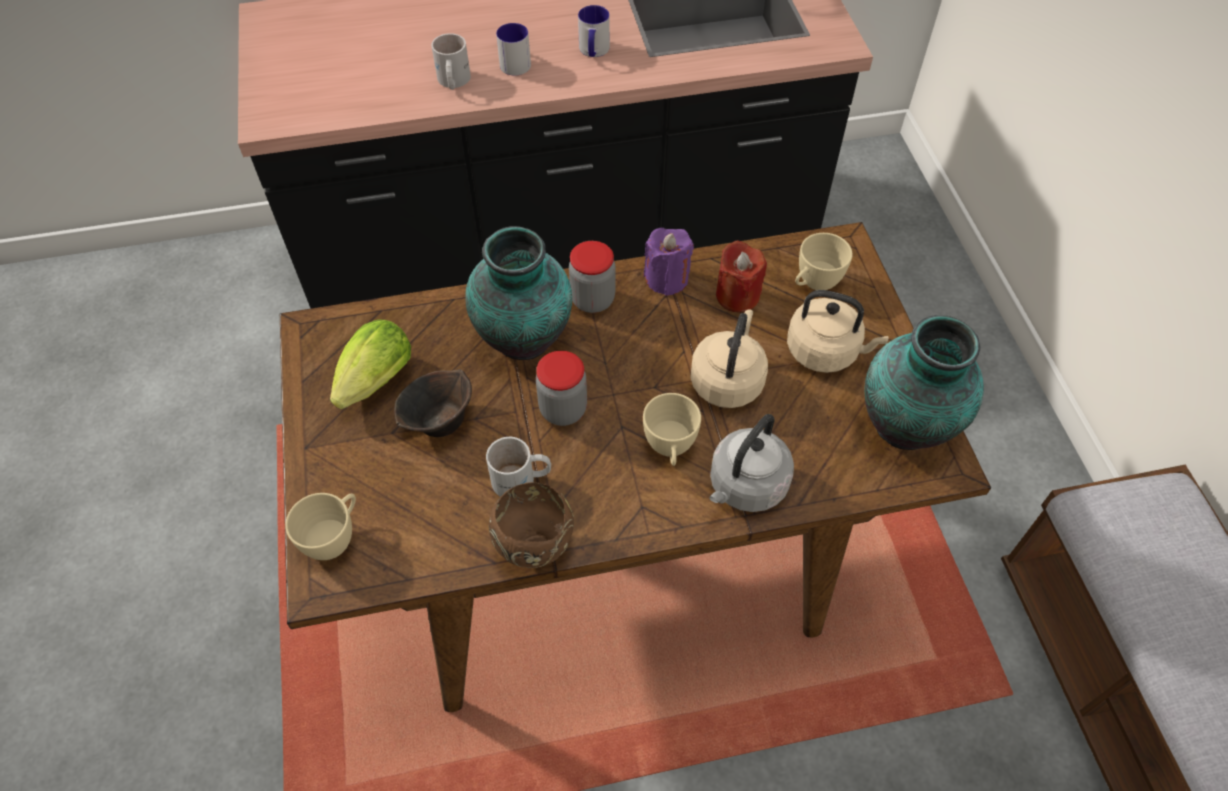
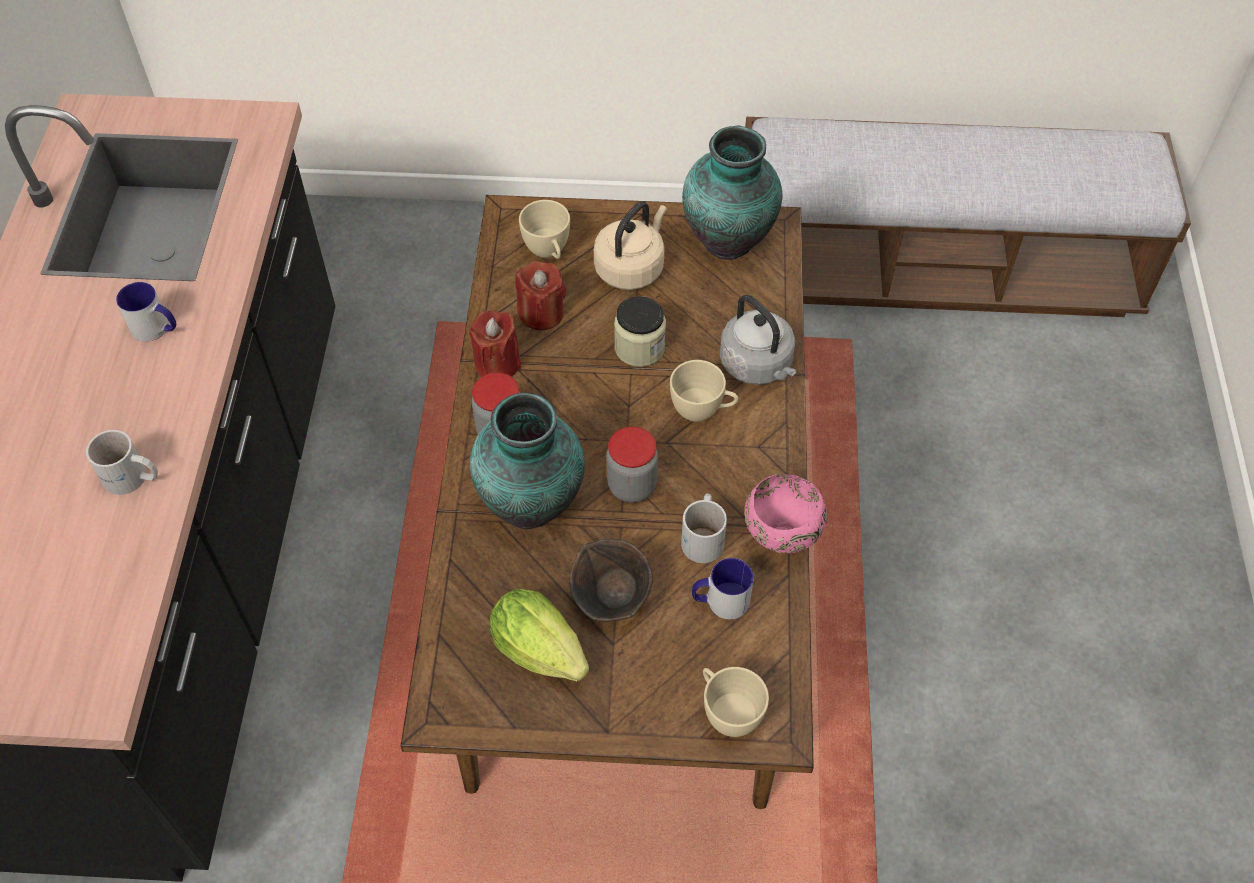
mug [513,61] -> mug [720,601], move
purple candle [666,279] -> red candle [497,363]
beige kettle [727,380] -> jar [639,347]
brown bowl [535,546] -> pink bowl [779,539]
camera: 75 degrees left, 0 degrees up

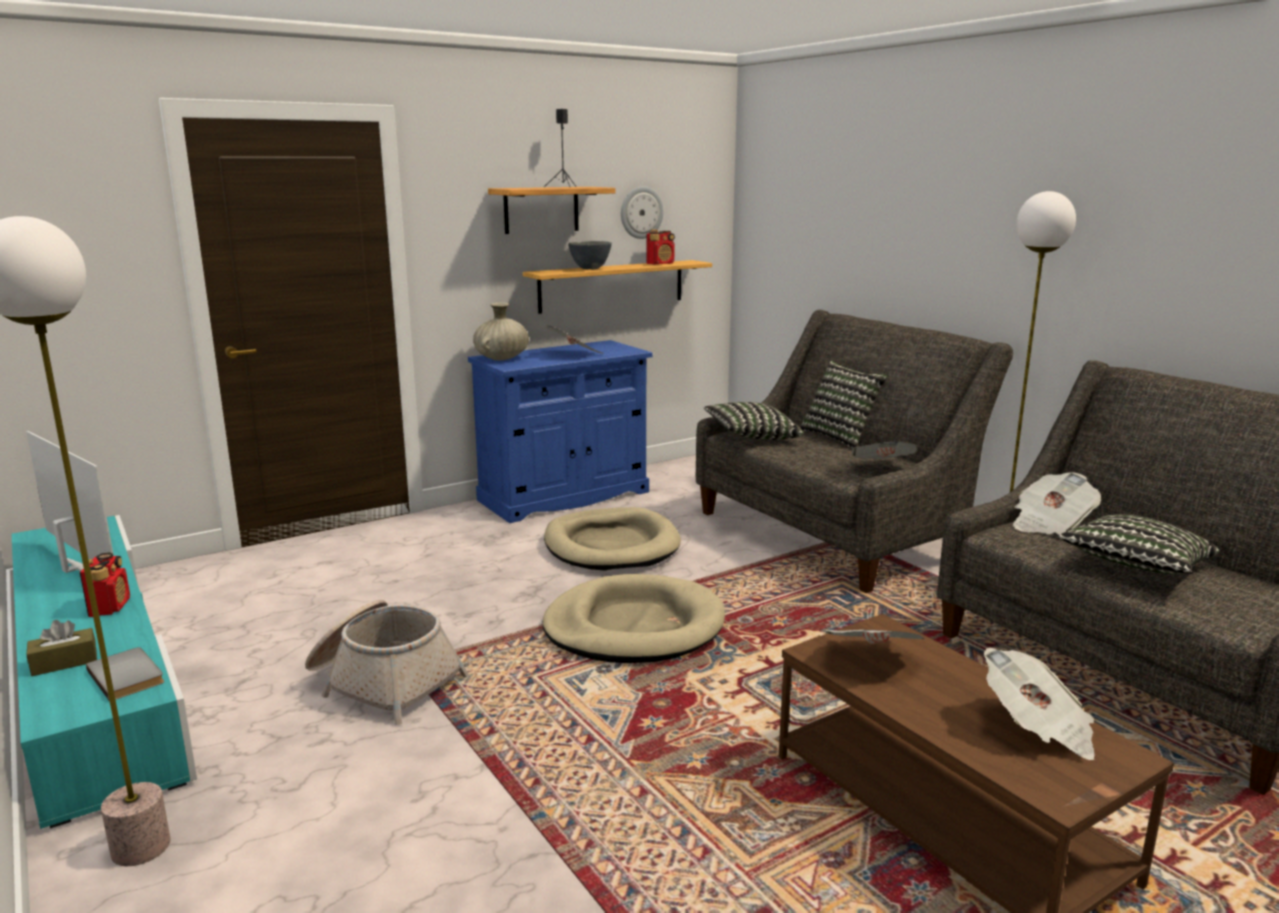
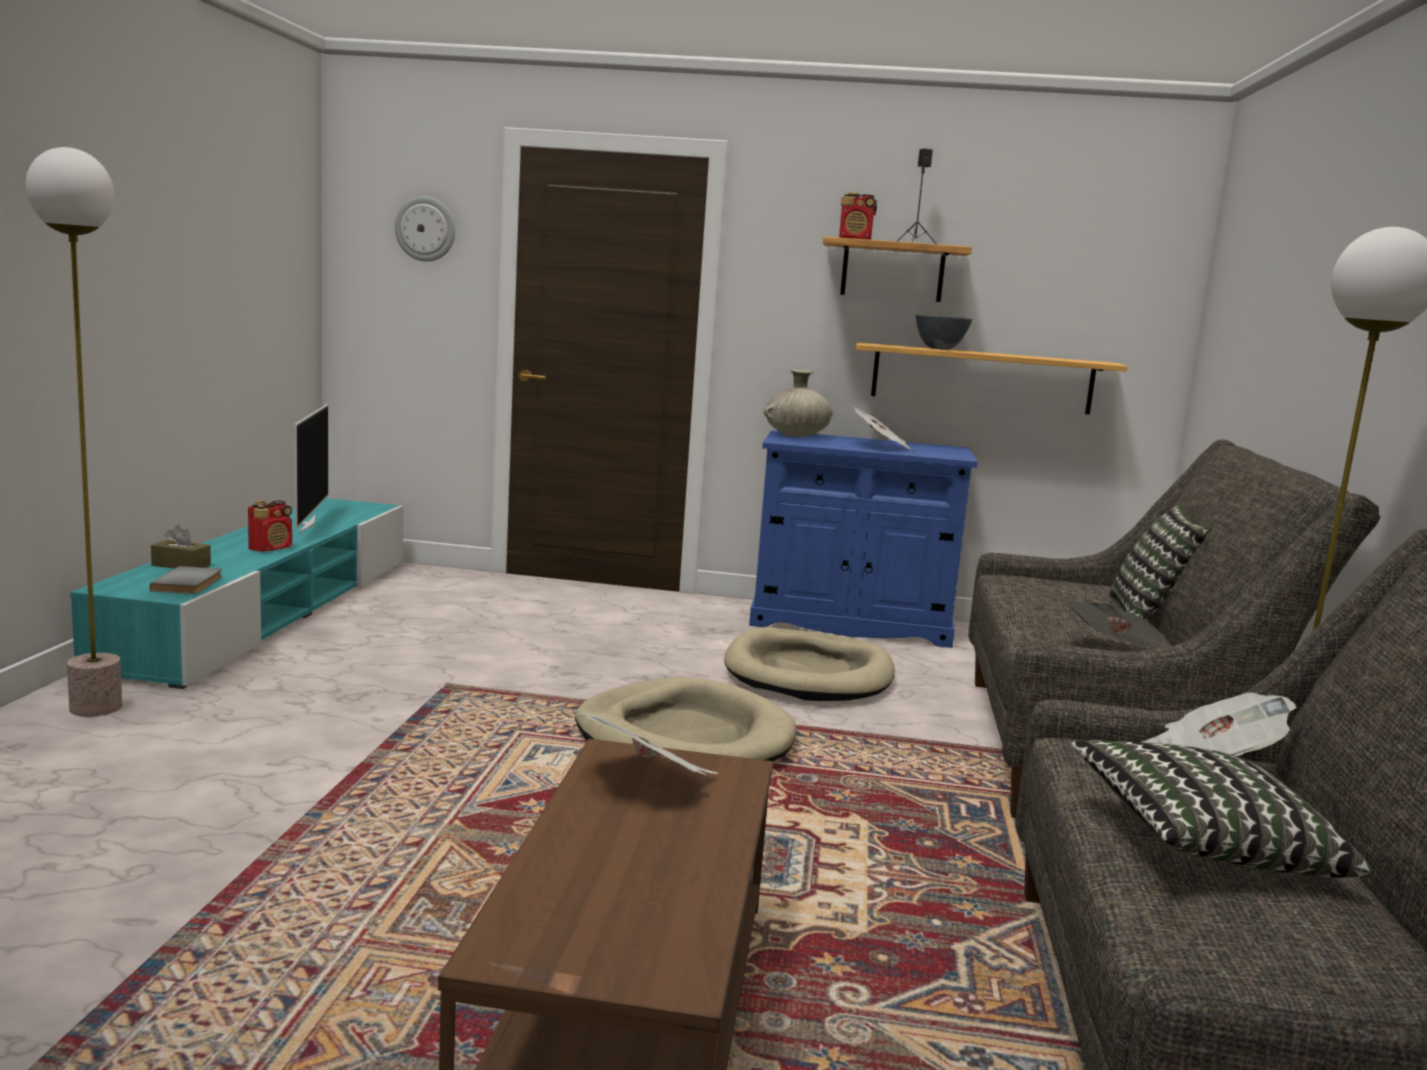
wall clock [641,212] -> wall clock [425,229], move
radio [661,263] -> radio [855,239], move
pillow [751,437] -> none
basket [383,681] -> none
newspaper [1037,729] -> none
camera: 40 degrees right, 5 degrees down

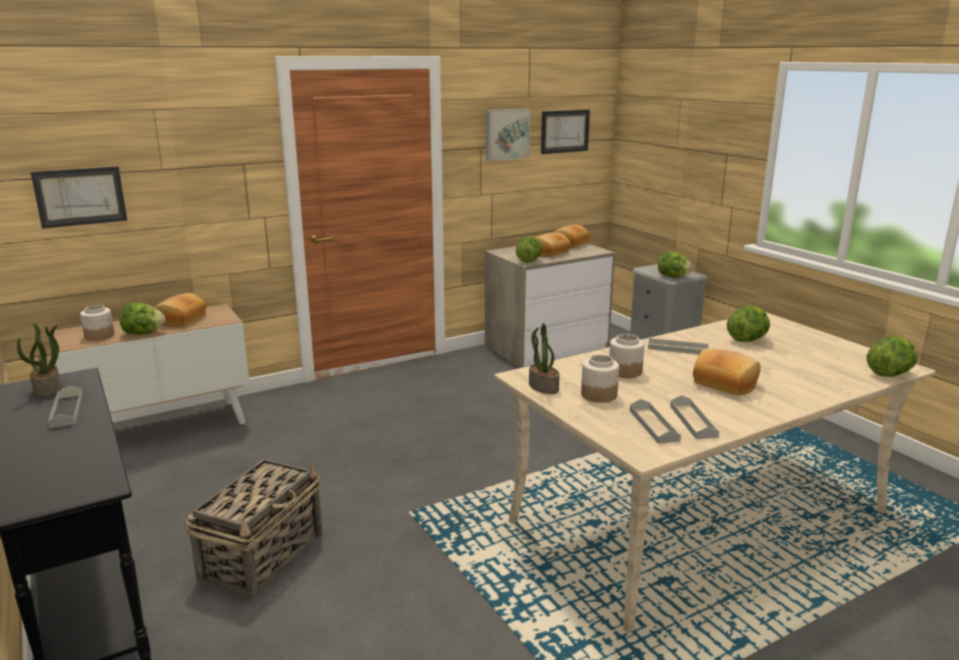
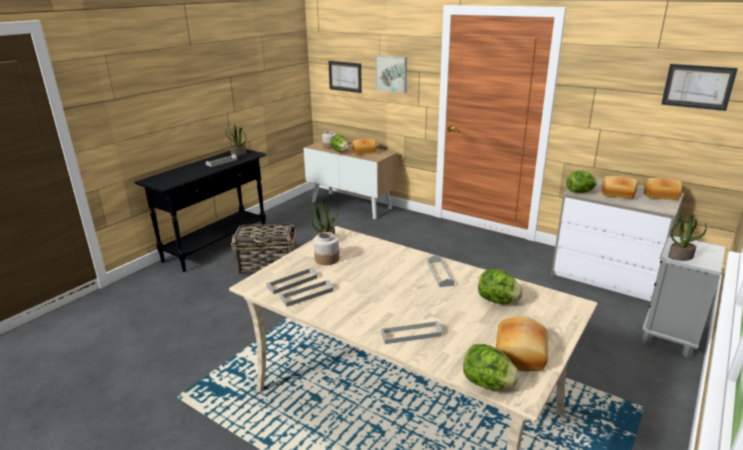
picture [506,134] -> picture [392,73], move
lettuce [673,277] -> potted plant [680,256]
jar [625,371] -> none
bread [725,383] -> bread [521,354], move
none -> grey tray [411,334]
camera: 65 degrees right, 5 degrees up

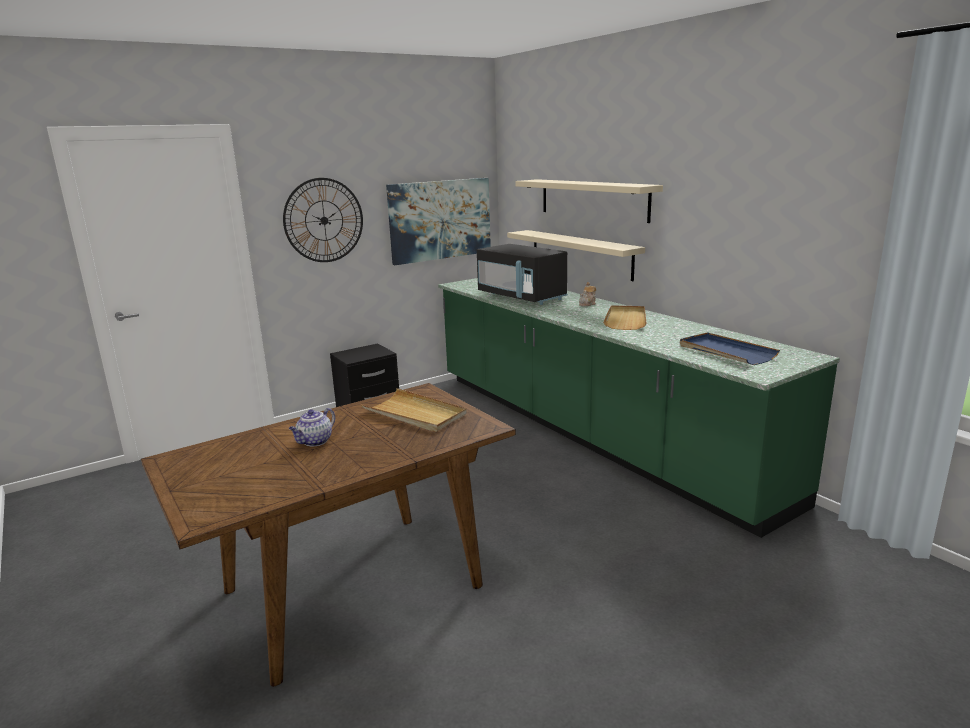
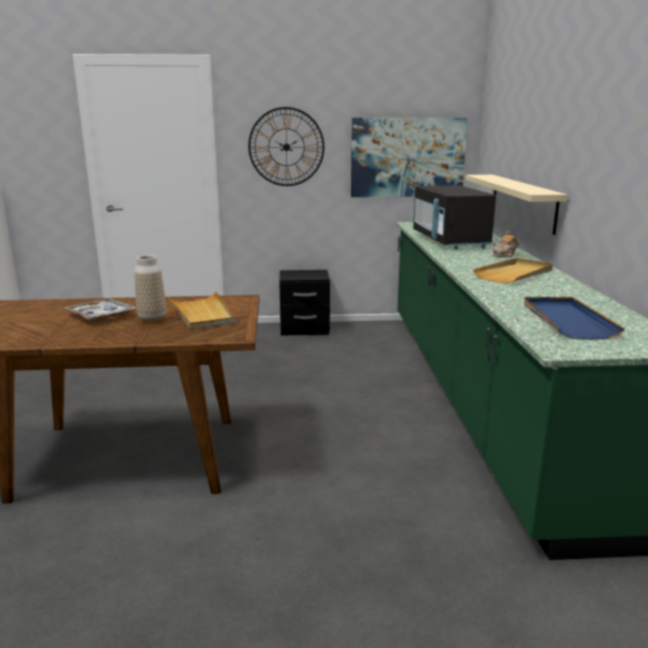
beige shelf [592,199] -> none
teapot [314,442] -> tray [101,315]
none -> vase [152,320]
camera: 30 degrees right, 0 degrees up

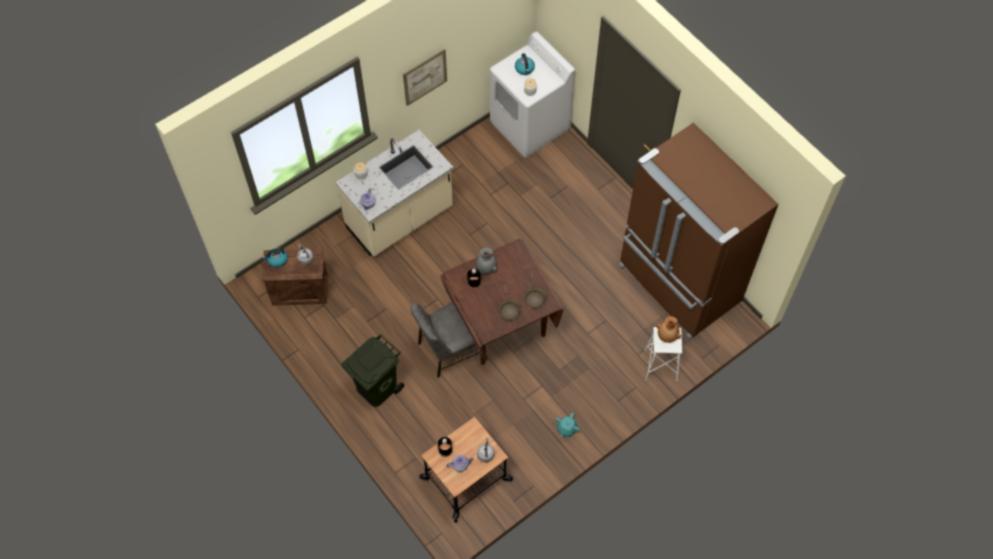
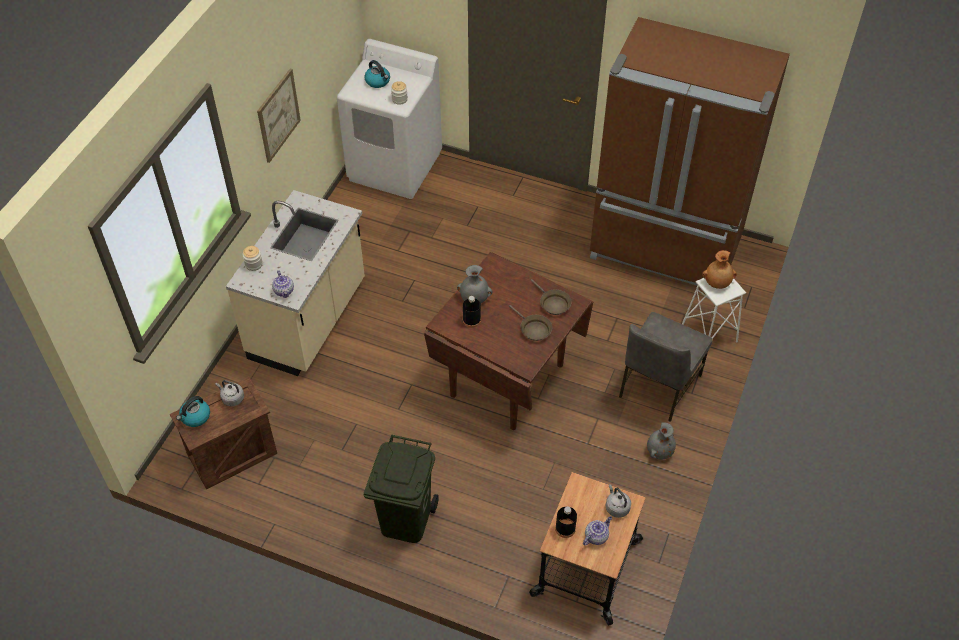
grey chair [449,349] -> grey chair [658,386], move
turquoise teapot [566,429] -> grey vase [659,451]
camera: 30 degrees left, 10 degrees down

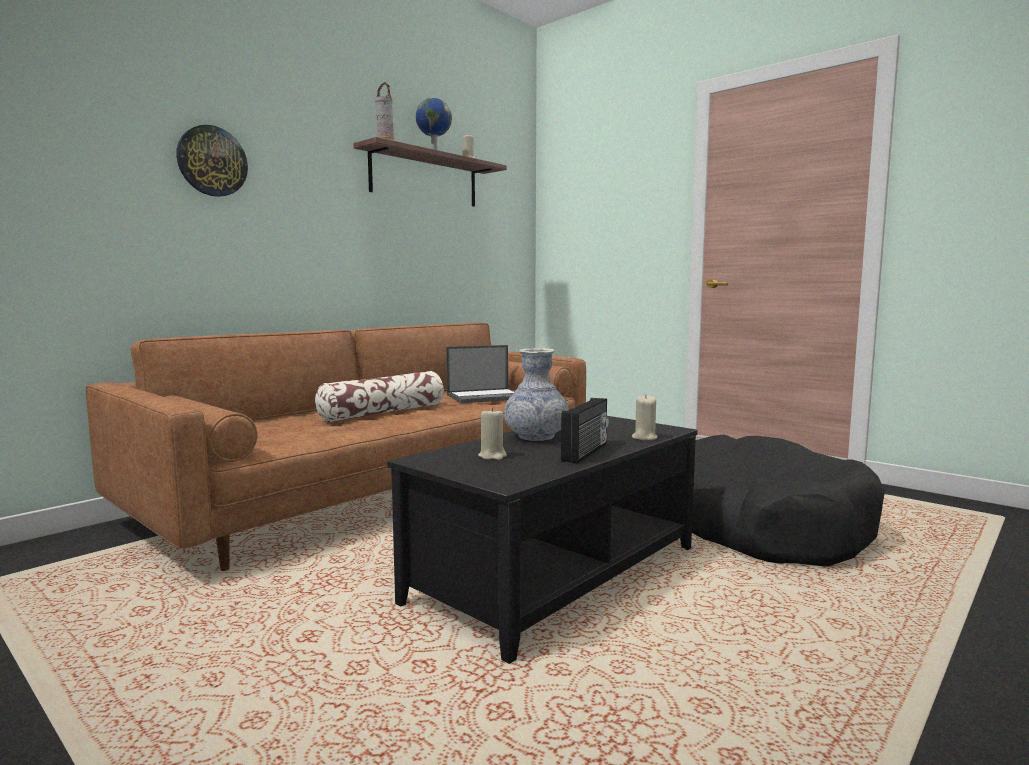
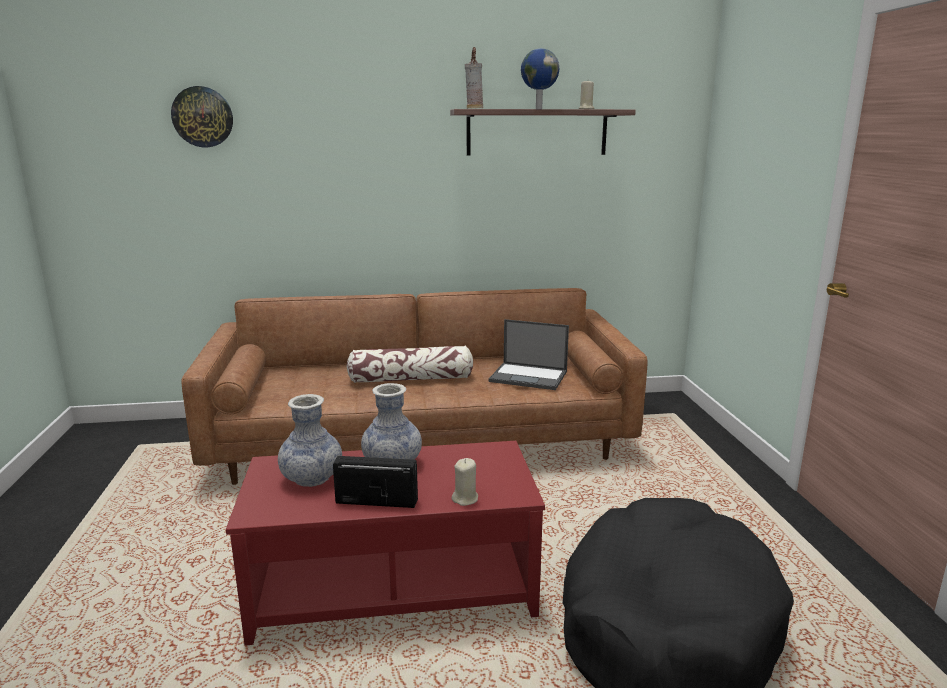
wall clock [212,161] -> wall clock [202,117], move
radio [586,452] -> radio [377,500], 150 degrees counterclockwise
beige candle [492,456] -> vase [312,478]
black coffee table [555,574] -> red coffee table [394,585]
camera: 40 degrees right, 10 degrees up

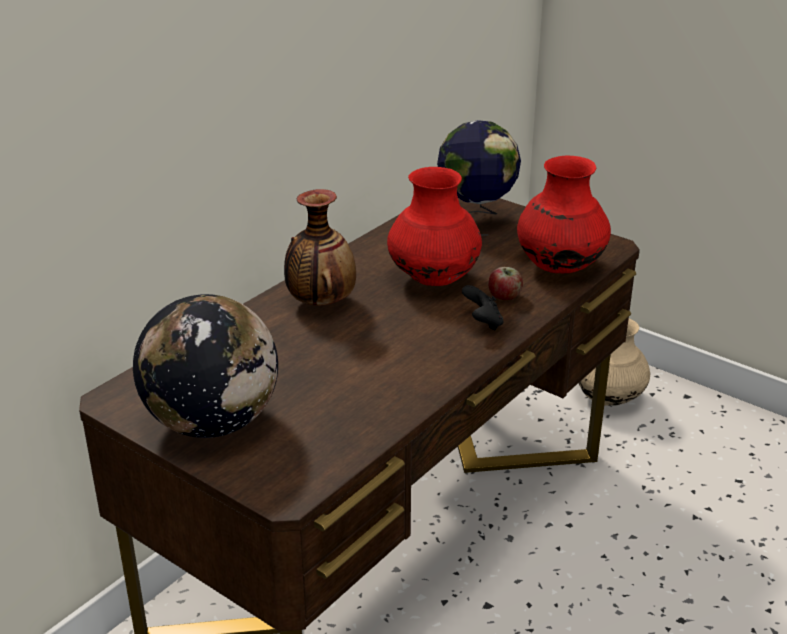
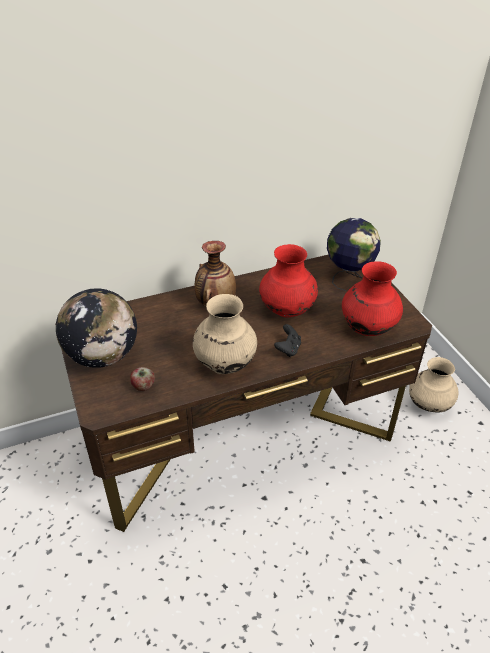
apple [504,297] -> apple [143,386], move
none -> beige vase [225,363]
camera: 30 degrees right, 10 degrees up

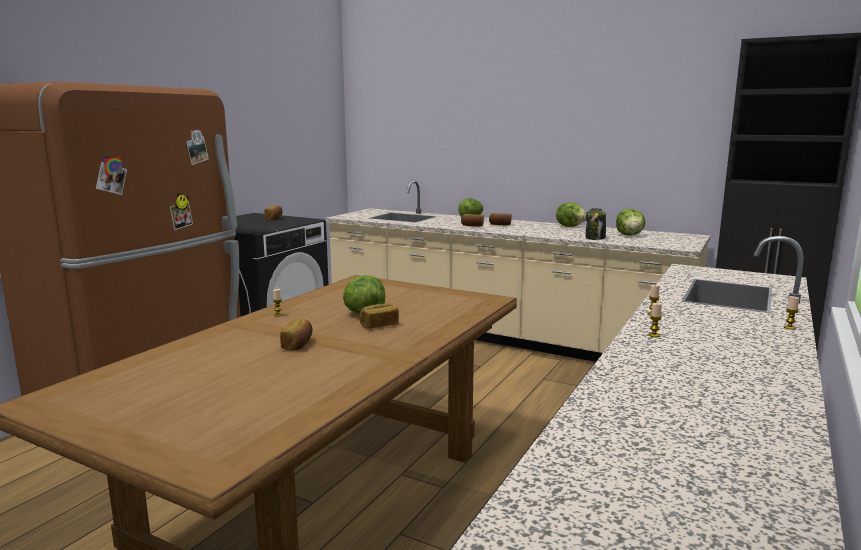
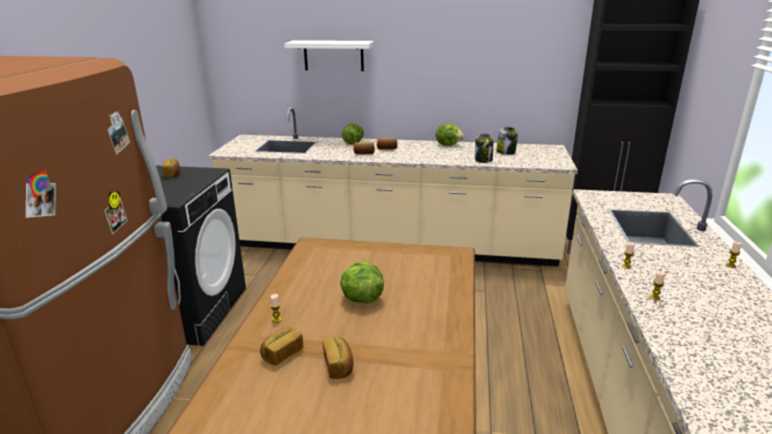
lettuce [630,235] -> jar [506,152]
bread [379,325] -> bread [282,353], move
none -> white shelf [333,55]
camera: 20 degrees left, 10 degrees up

